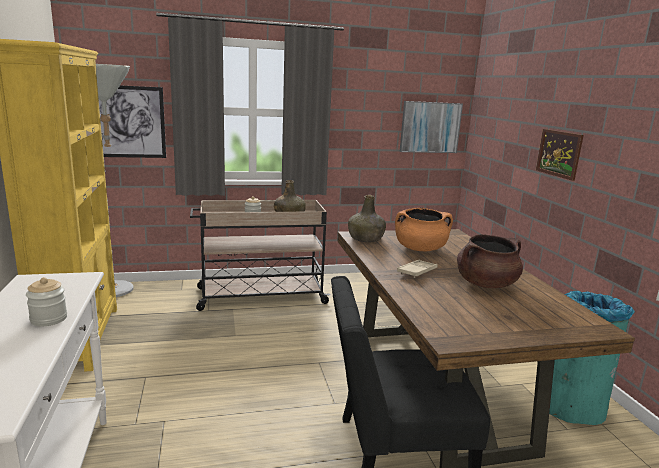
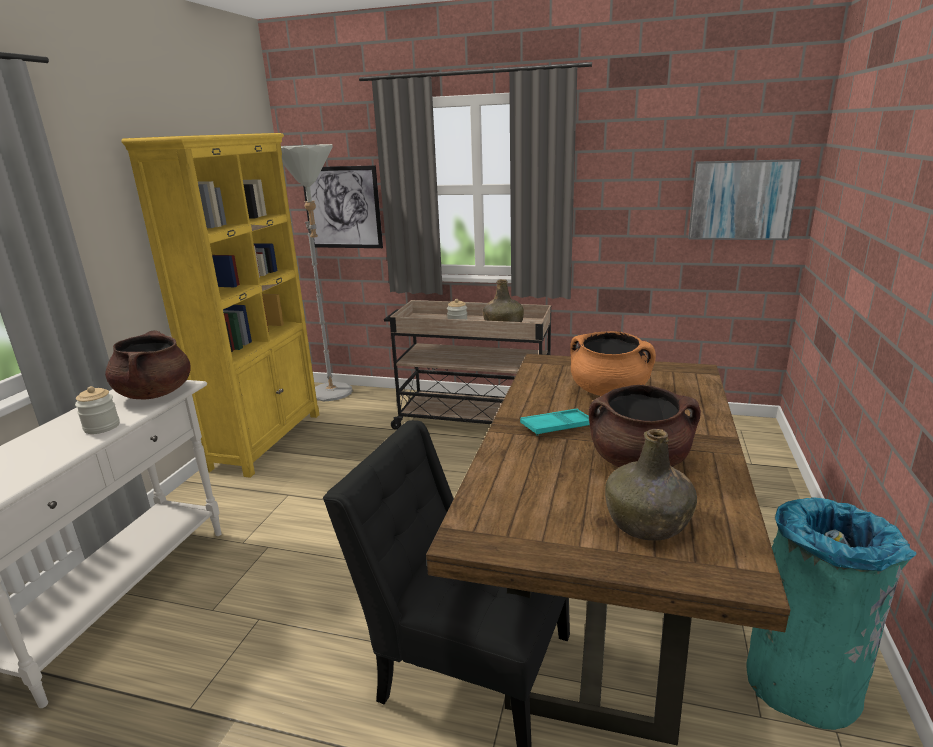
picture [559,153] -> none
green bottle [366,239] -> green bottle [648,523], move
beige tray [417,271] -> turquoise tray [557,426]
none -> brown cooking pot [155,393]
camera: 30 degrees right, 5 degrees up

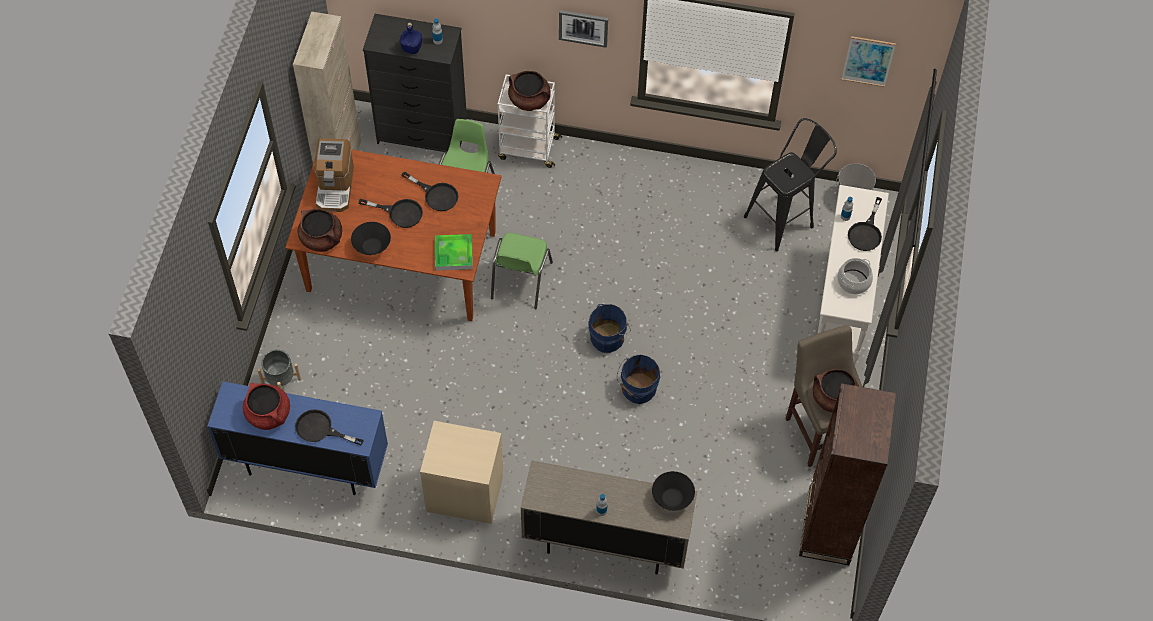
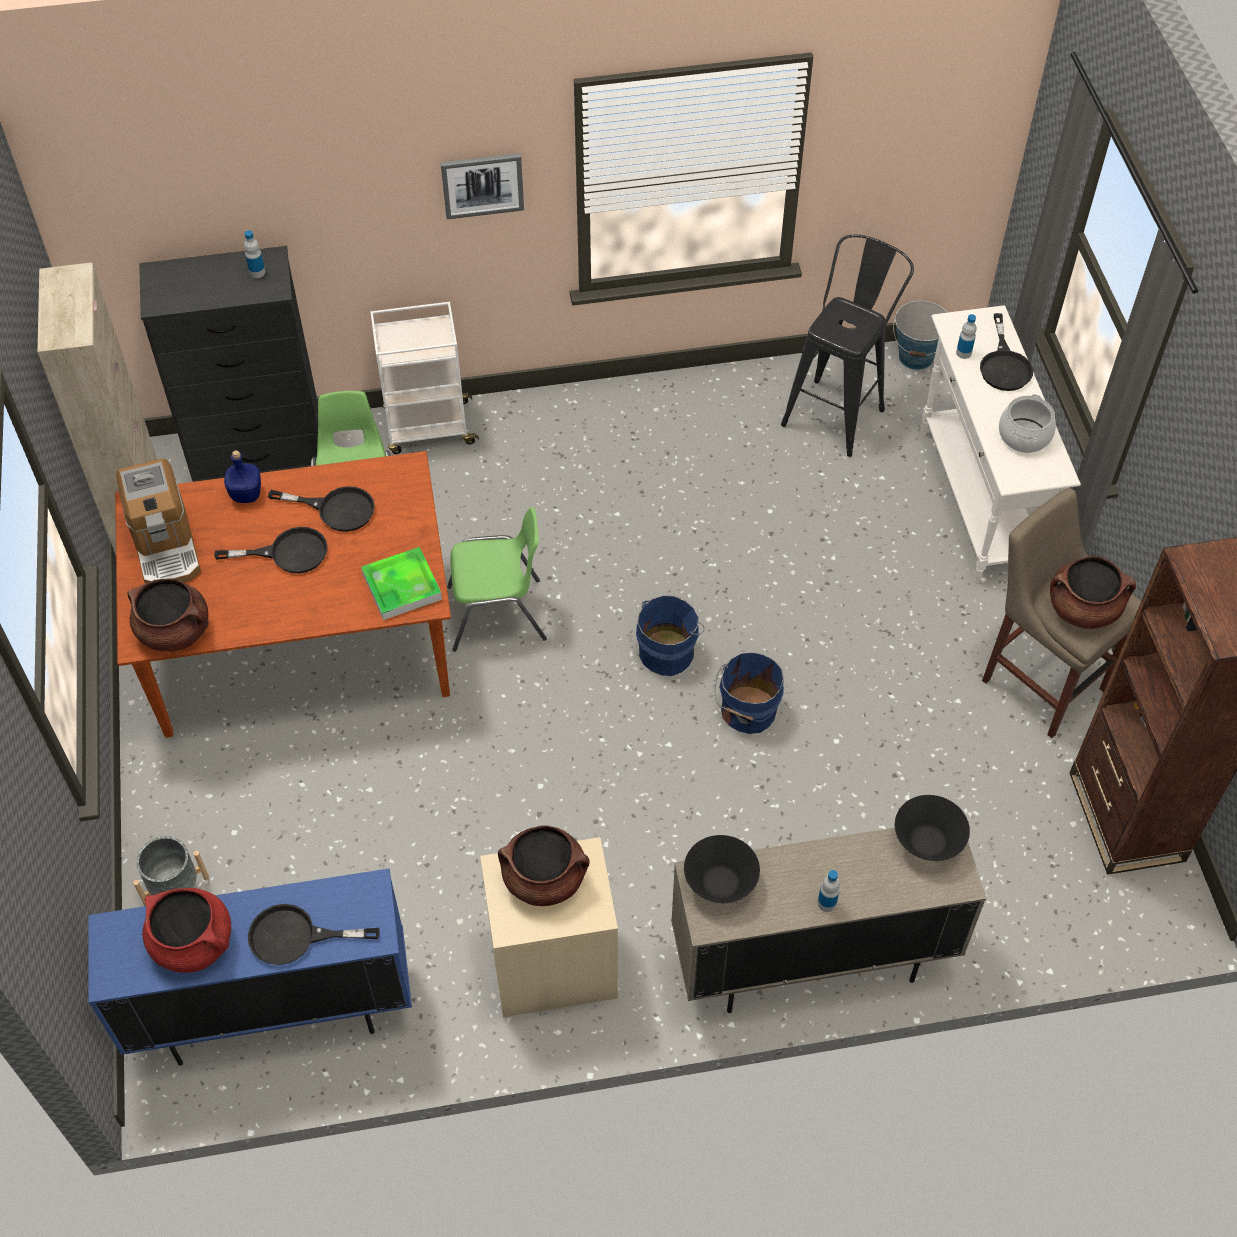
blue bottle [411,48] -> blue bottle [246,495], move
picture [868,61] -> none
brown cooking pot [529,100] -> brown cooking pot [544,878], move
black bowl [372,247] -> black bowl [720,883], move
green chair [520,281] -> green chair [498,614], 90 degrees counterclockwise
camera: 20 degrees left, 5 degrees down

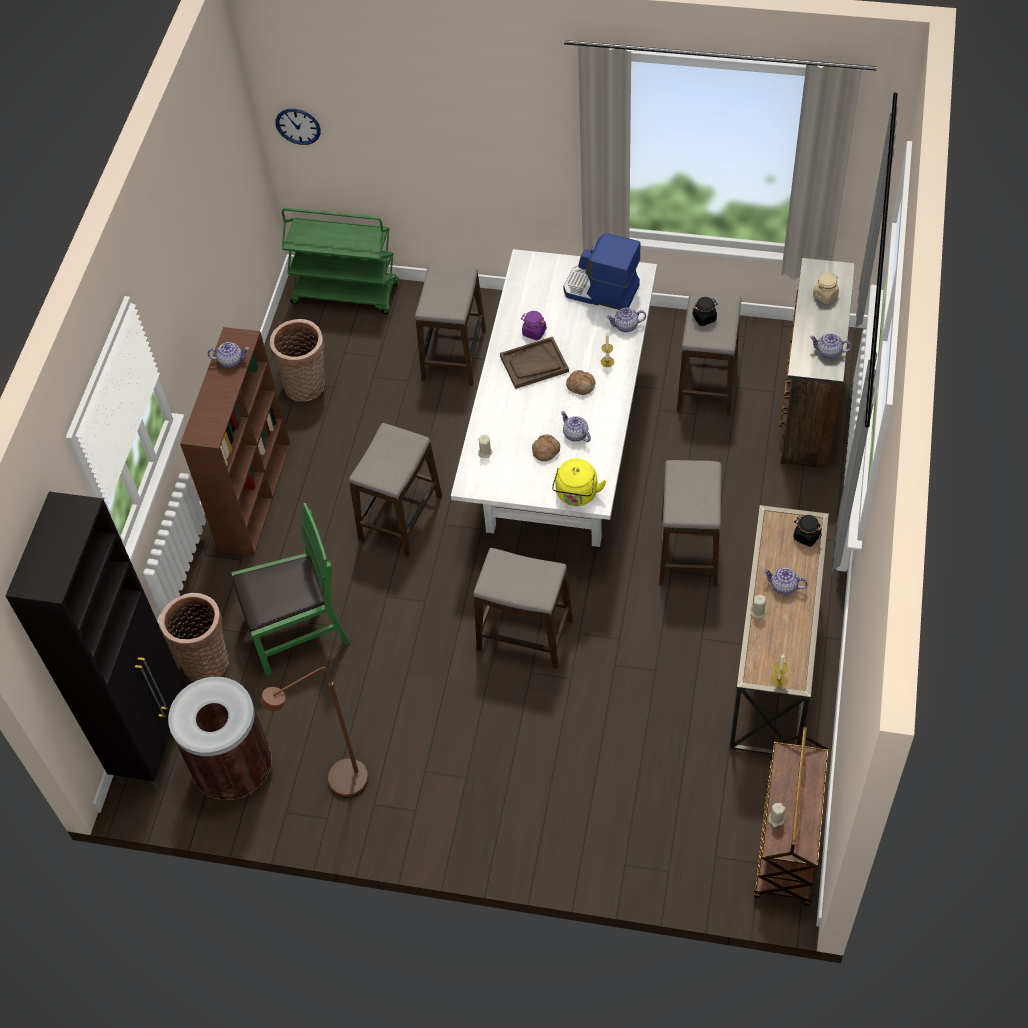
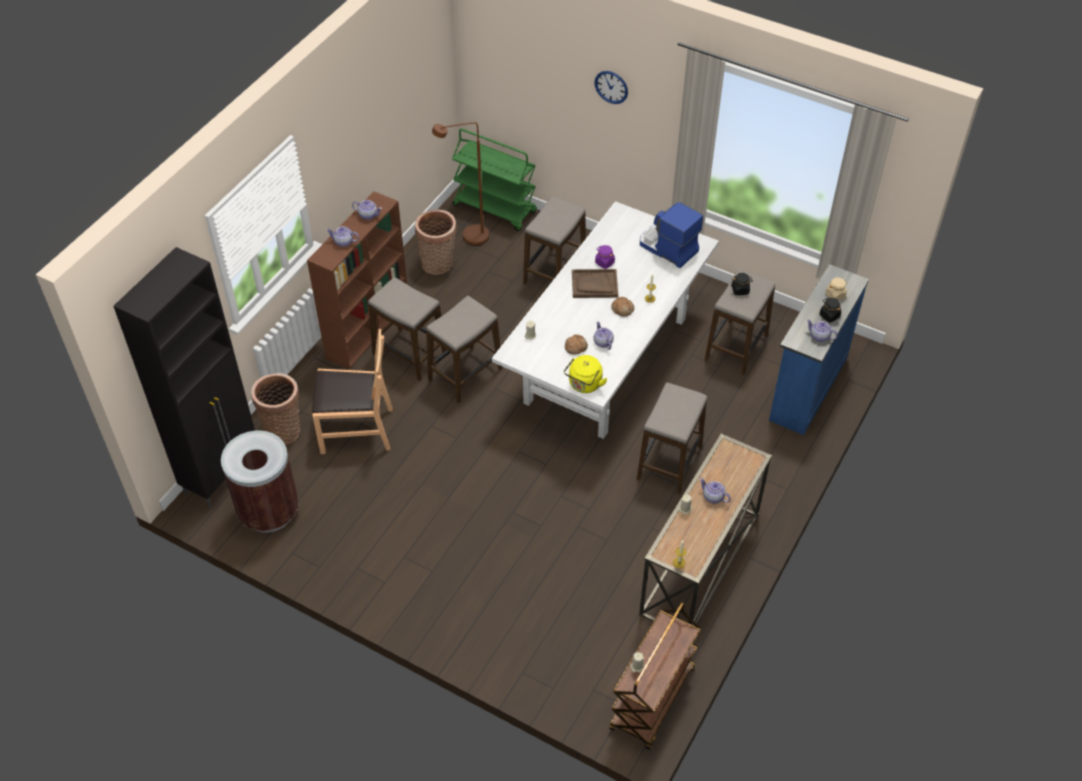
wall clock [298,126] -> wall clock [611,87], move
brown dresser [807,410] -> blue dresser [806,388]
teapot [626,326] -> teapot [343,242], move
green chair [297,630] -> brown chair [356,429]
black jar [806,536] -> black jar [829,315], move
stool [525,635] -> stool [409,355], move
brown floor lamp [338,785] -> brown floor lamp [468,238], move
camera: 15 degrees right, 5 degrees down

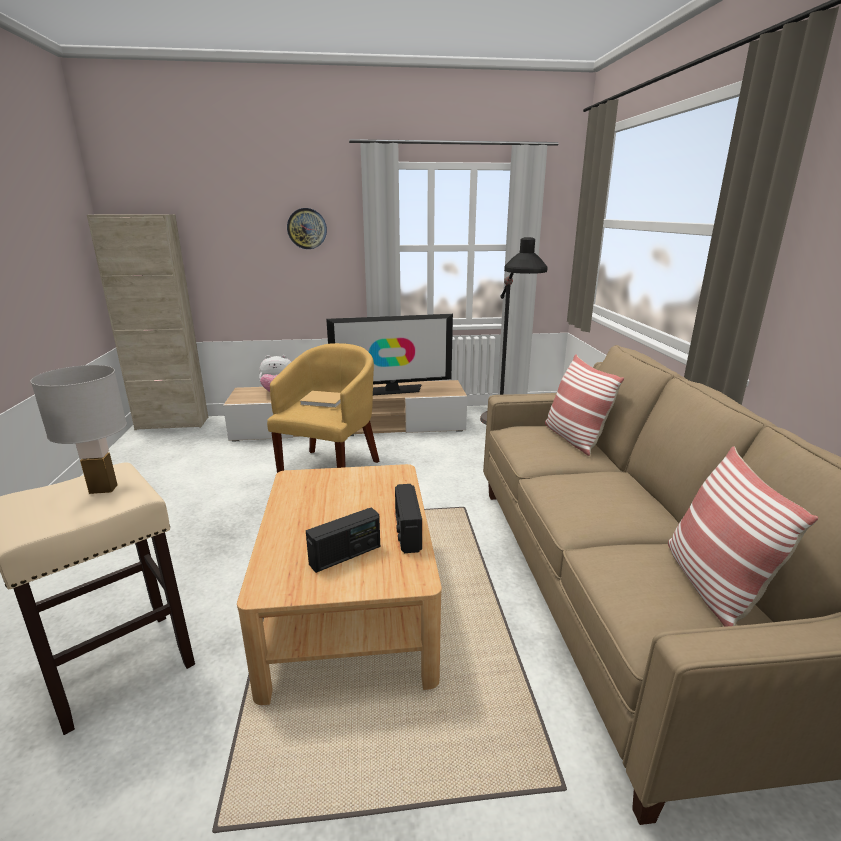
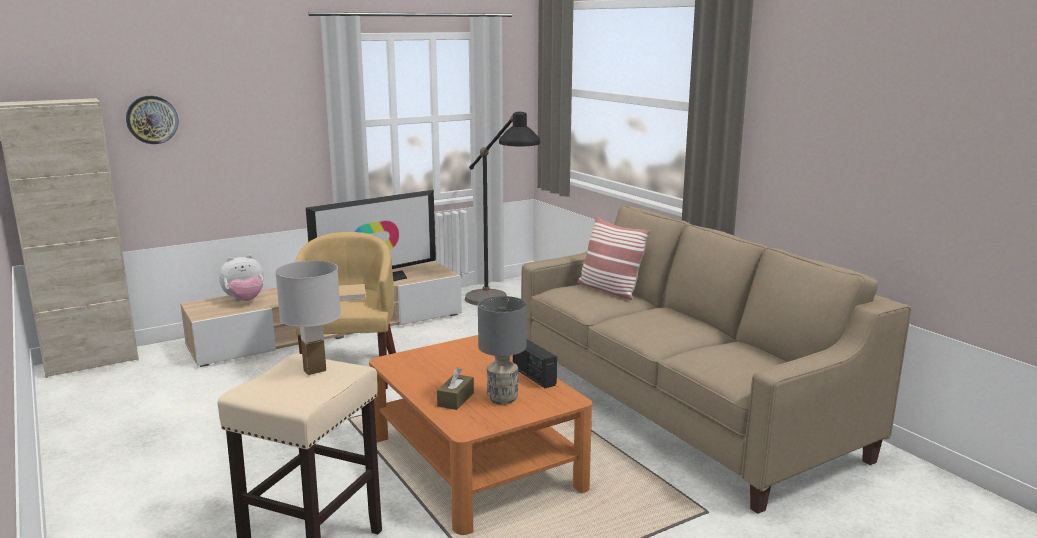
wall clock [307,228] -> wall clock [152,119], move
pillow [711,585] -> none
beige coffee table [350,604] -> orange coffee table [476,463]
radio [345,555] -> grey table lamp [502,399]
none -> brown tissue box [455,399]
camera: 25 degrees left, 5 degrees down

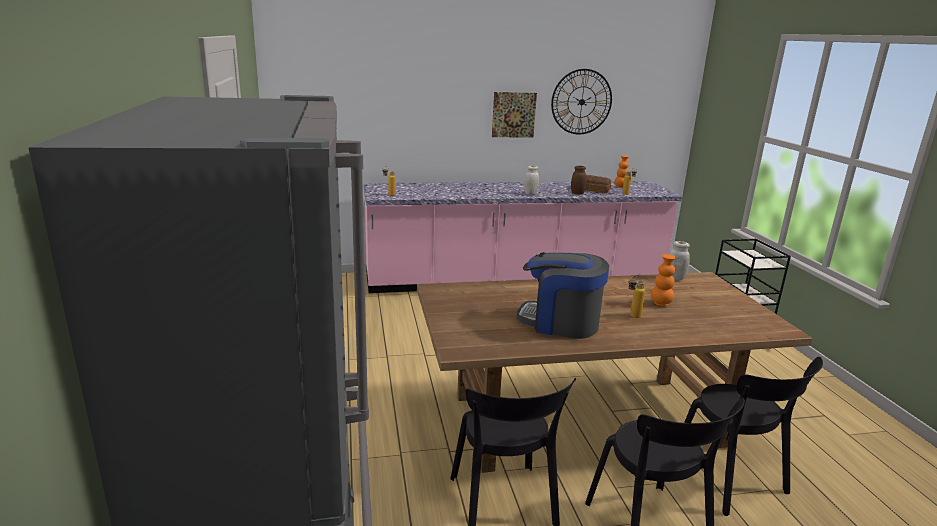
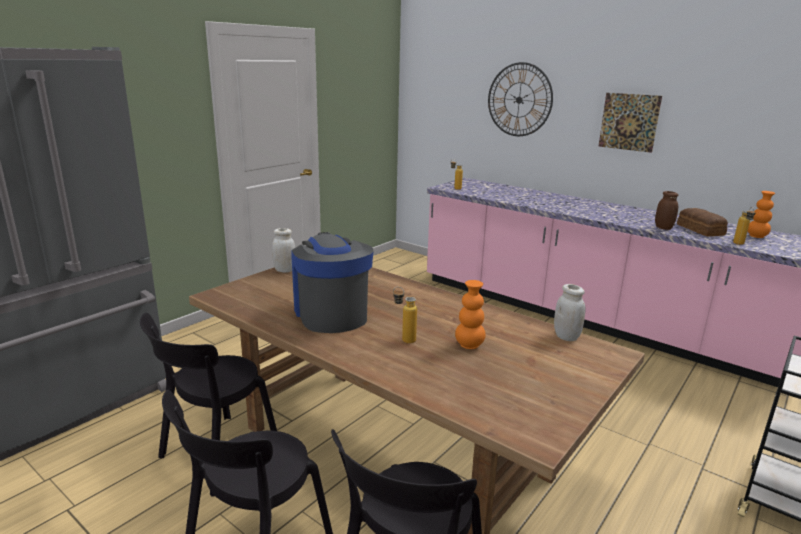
wall clock [581,102] -> wall clock [519,100], move
white jar [530,194] -> white jar [284,270], move
camera: 50 degrees right, 0 degrees up

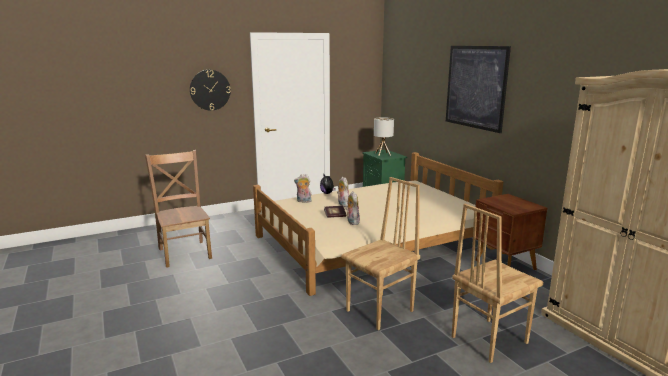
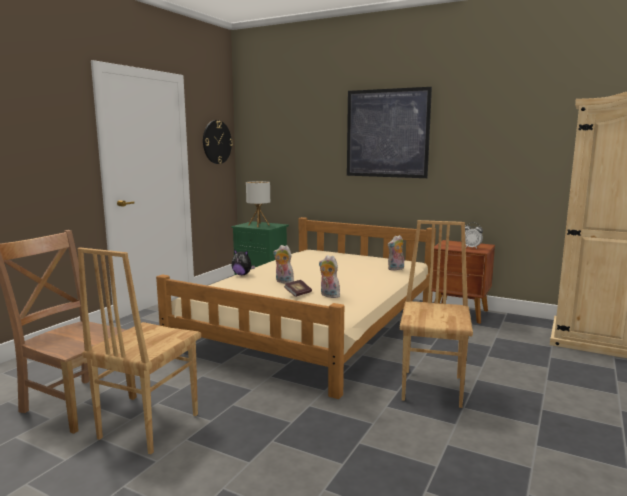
wall clock [210,90] -> wall clock [217,142], move
plush toy [303,201] -> plush toy [396,269], move
brown chair [488,339] -> brown chair [147,426], move
none -> alarm clock [471,247]
camera: 35 degrees left, 5 degrees down

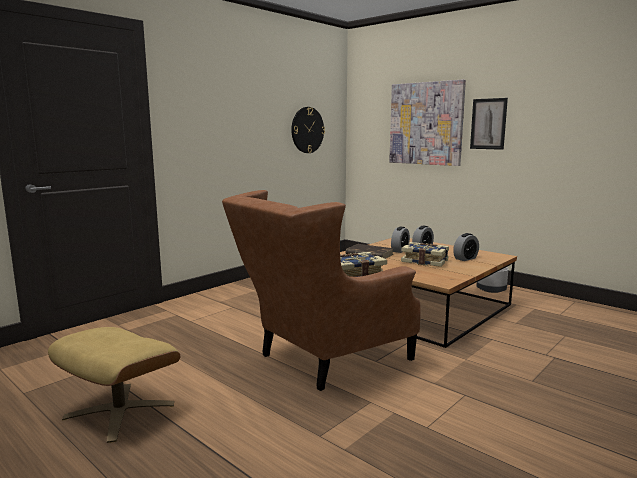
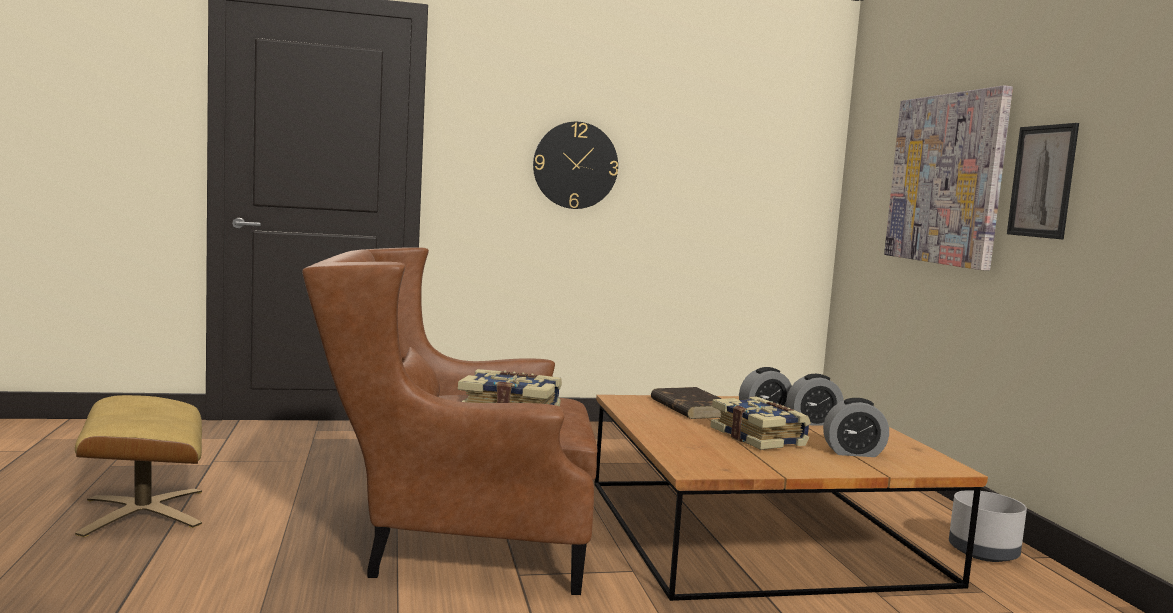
wall clock [307,130] -> wall clock [575,165], move
camera: 35 degrees right, 5 degrees down

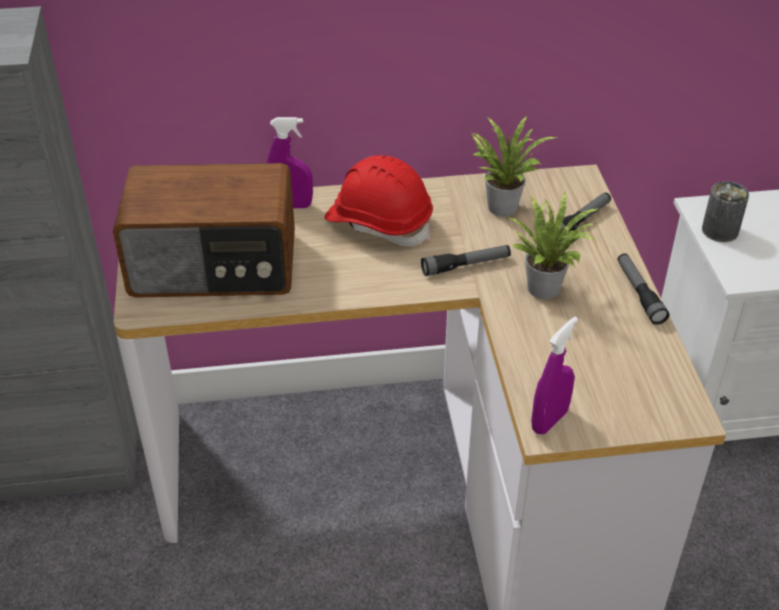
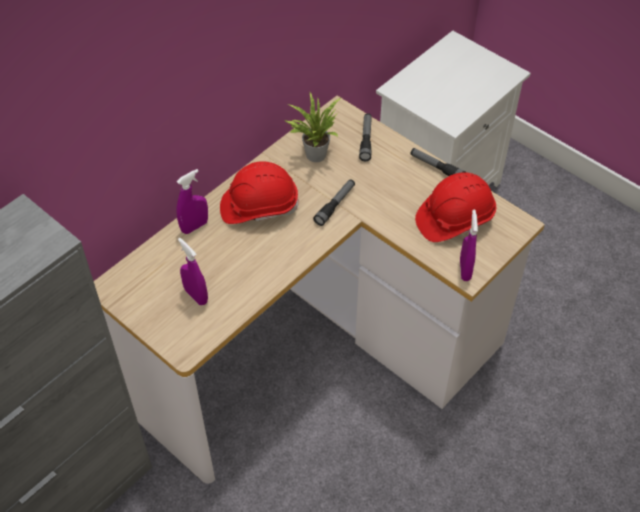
radio [214,267] -> purple spray bottle [196,296]
can [720,231] -> none
potted plant [546,286] -> none
none -> red hard hat [454,219]
camera: 40 degrees left, 10 degrees up

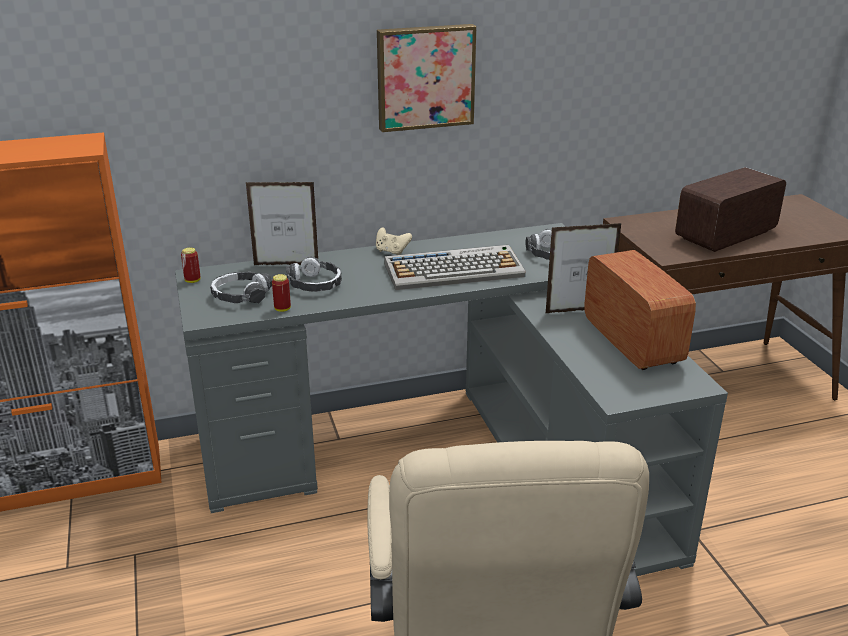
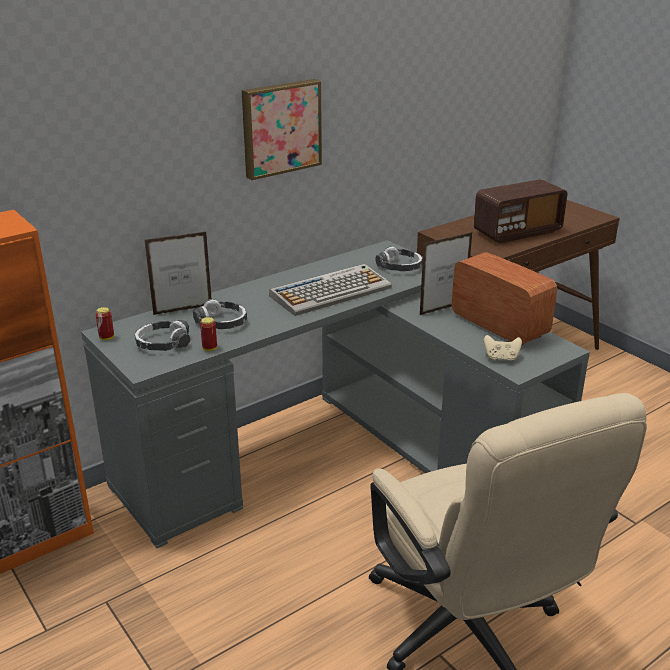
radio [726,235] -> radio [517,232], 150 degrees counterclockwise
beige game controller [392,252] -> beige game controller [501,358], move
camera: 20 degrees left, 0 degrees up

